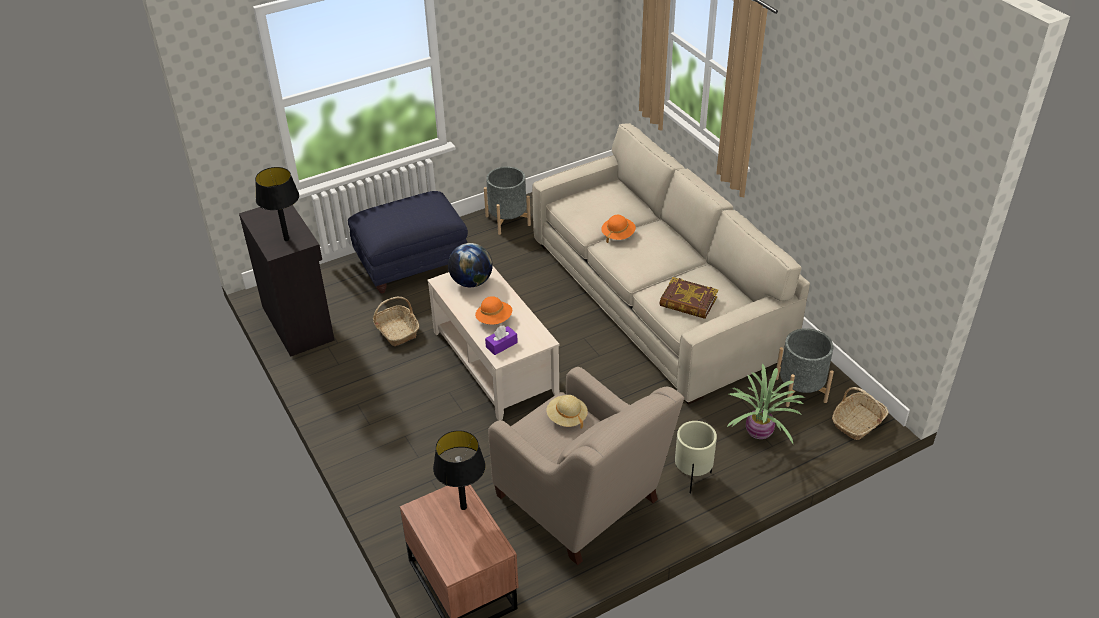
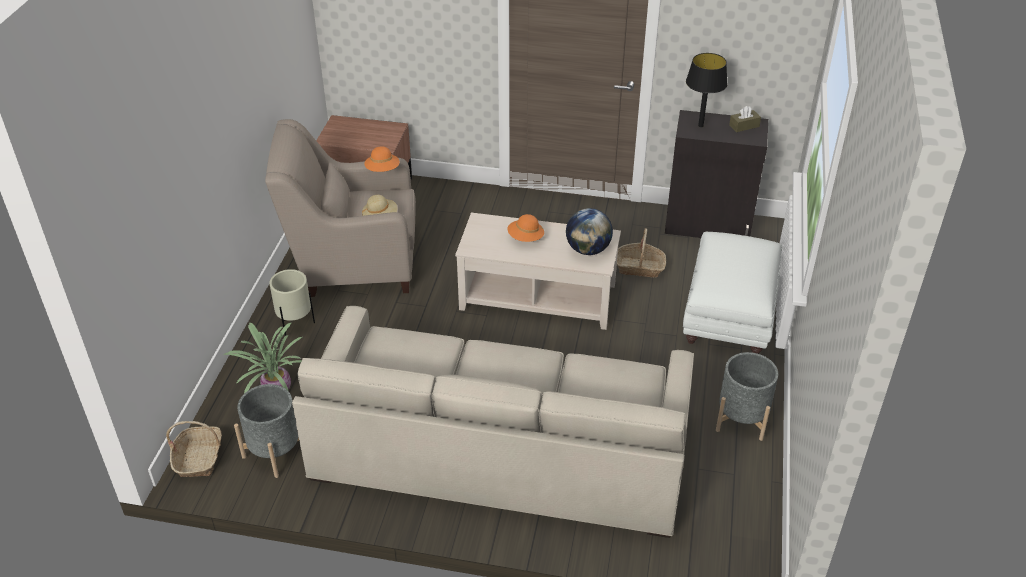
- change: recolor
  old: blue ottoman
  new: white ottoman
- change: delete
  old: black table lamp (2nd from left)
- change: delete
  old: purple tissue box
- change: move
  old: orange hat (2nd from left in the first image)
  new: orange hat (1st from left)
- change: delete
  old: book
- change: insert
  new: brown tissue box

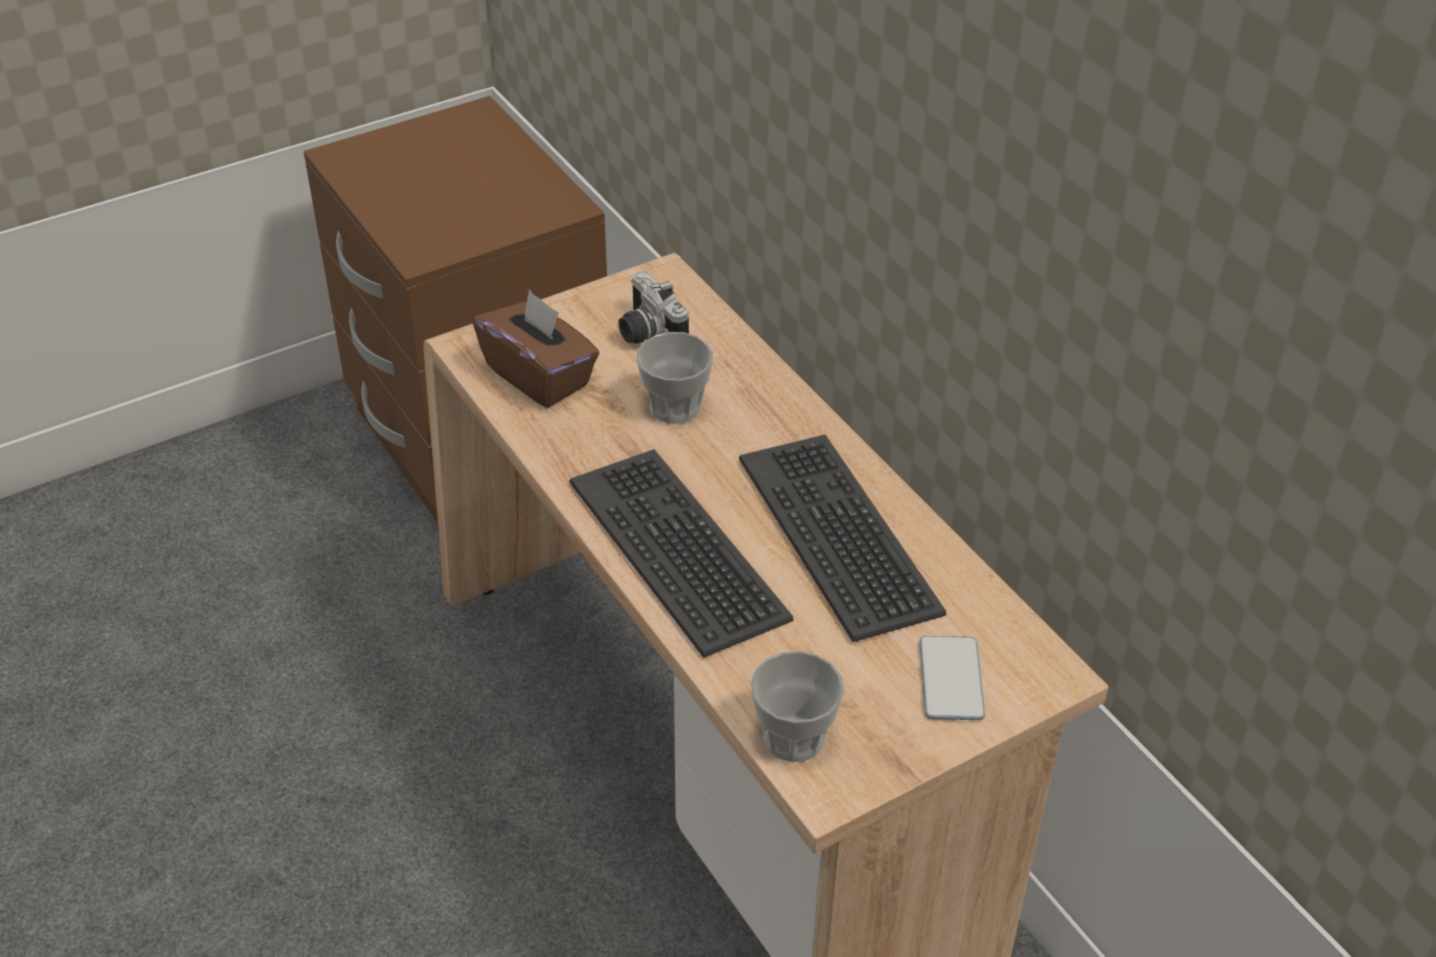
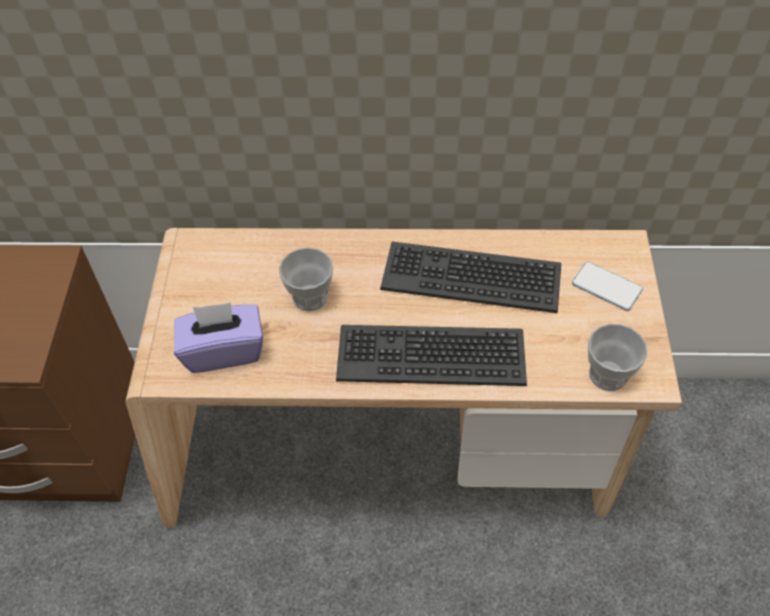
- change: recolor
  old: brown tissue box
  new: purple tissue box
- change: delete
  old: photo camera

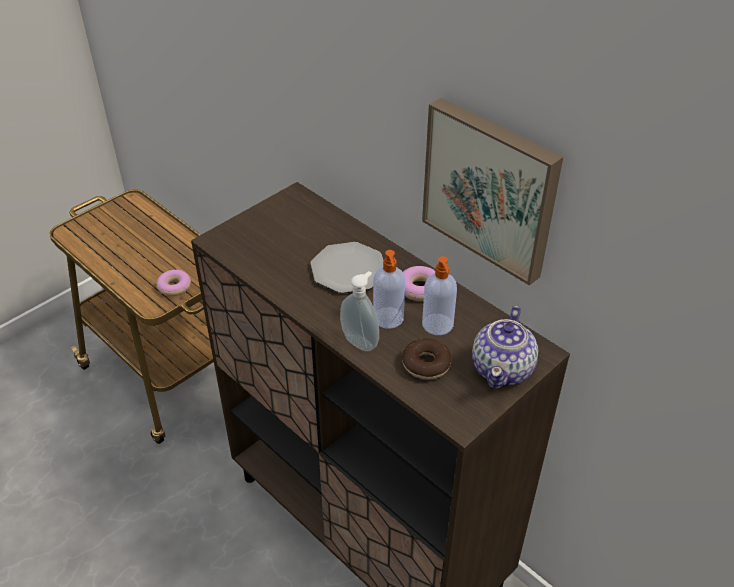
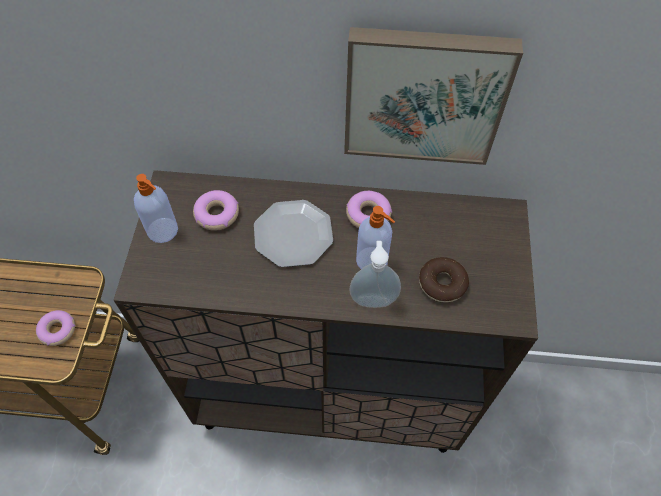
- change: move
  old: soap dispenser (3rd from left in the first image)
  new: soap dispenser (1st from left)
- change: delete
  old: teapot
- change: insert
  new: donut (2nd from left)

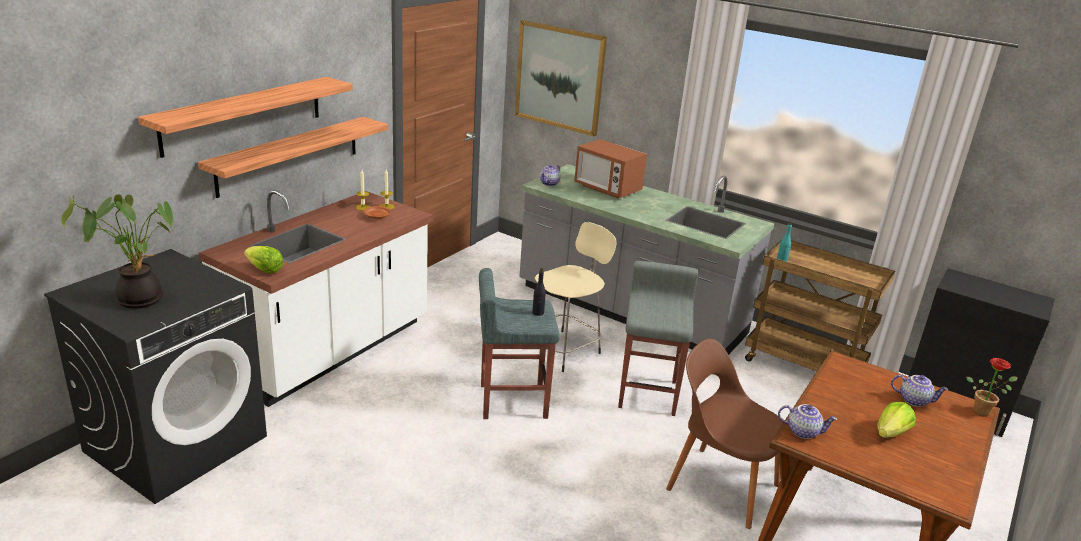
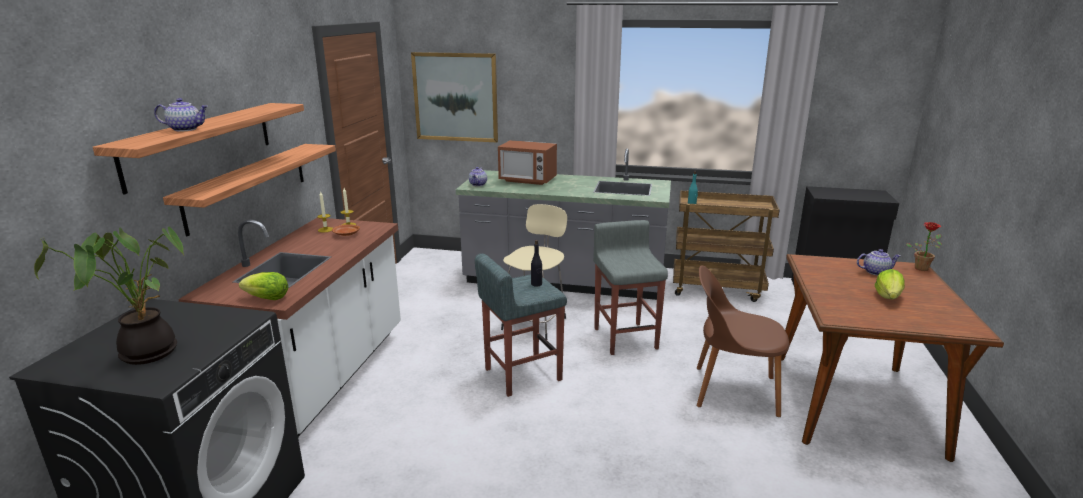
- change: move
  old: teapot (2nd from left in the first image)
  new: teapot (1st from left)

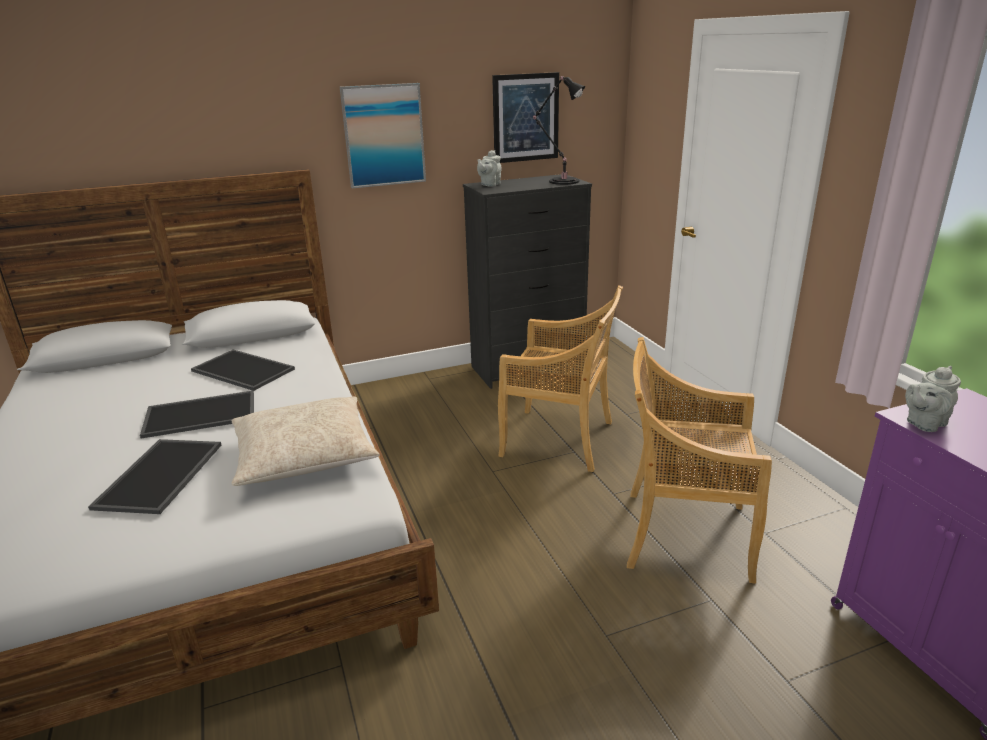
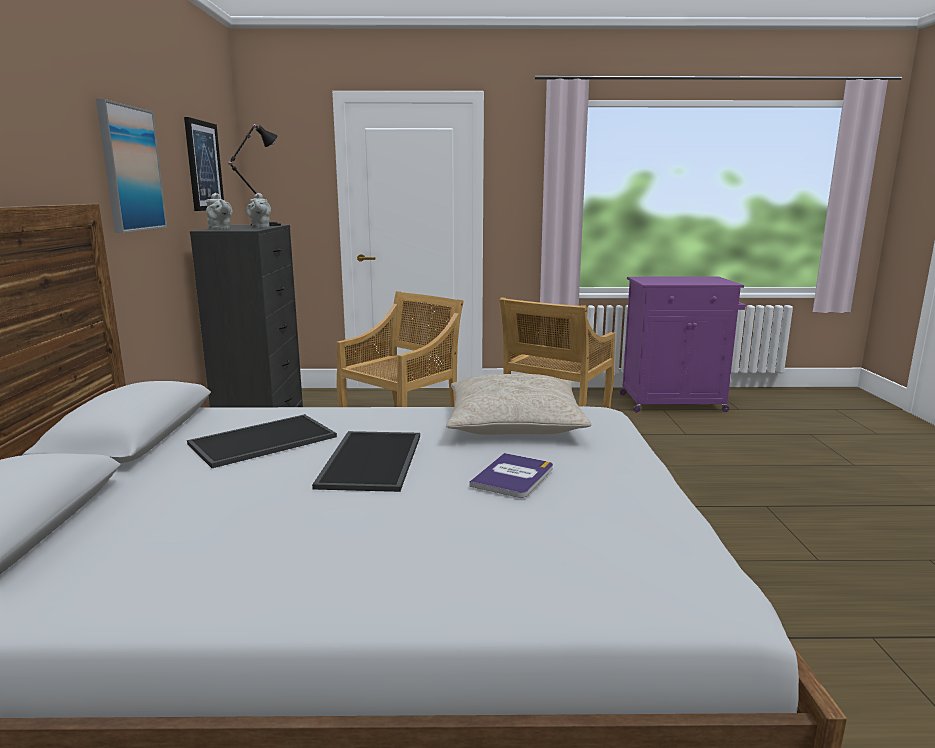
- change: replace
  old: tray (1st from left)
  new: book
- change: move
  old: grey teapot (2nd from left)

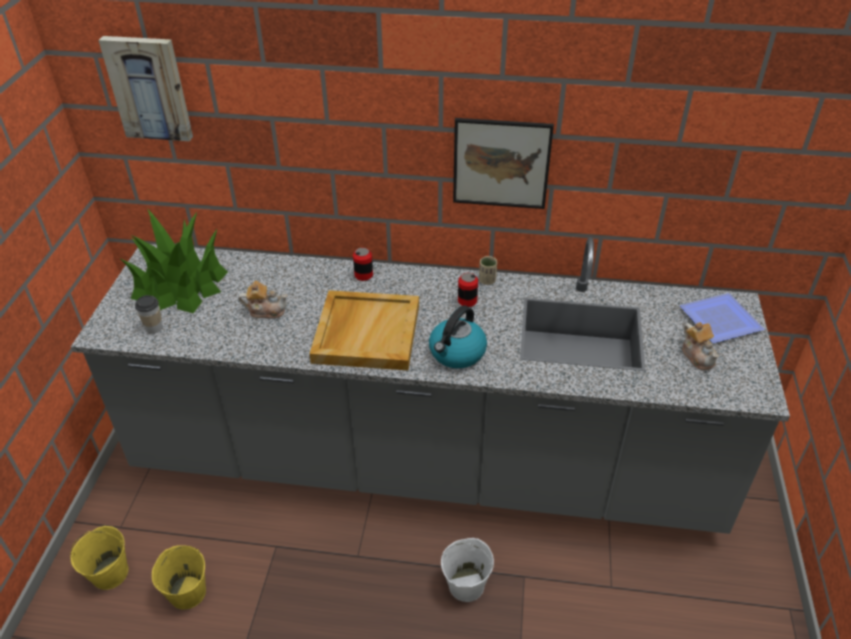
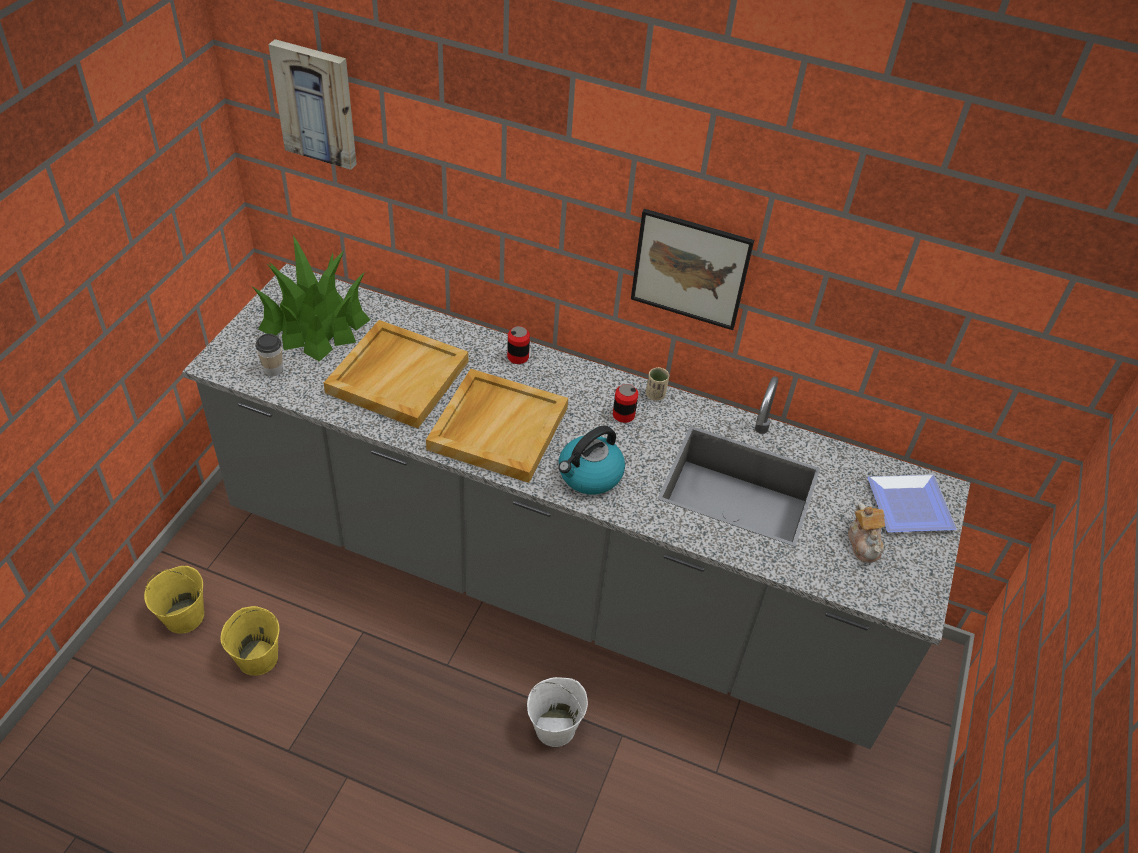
- change: replace
  old: teapot (1st from left)
  new: beige tray (1st from left)

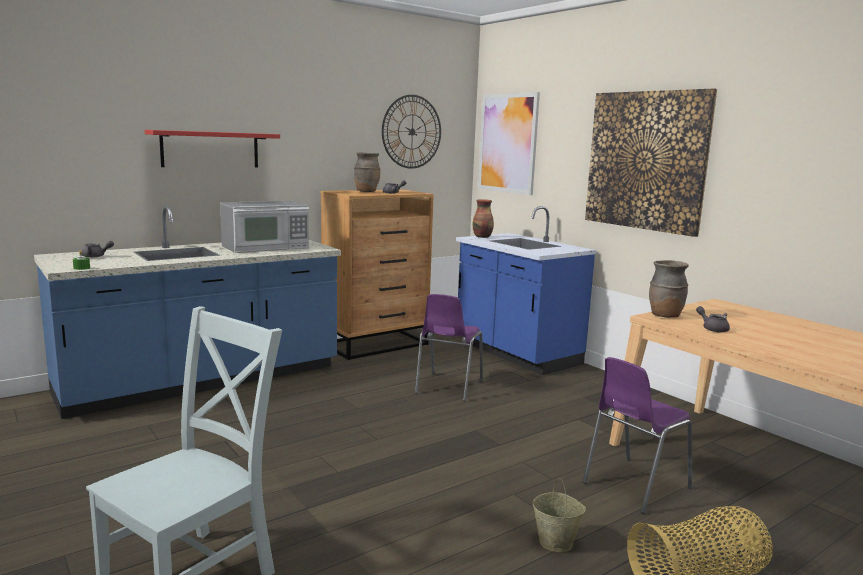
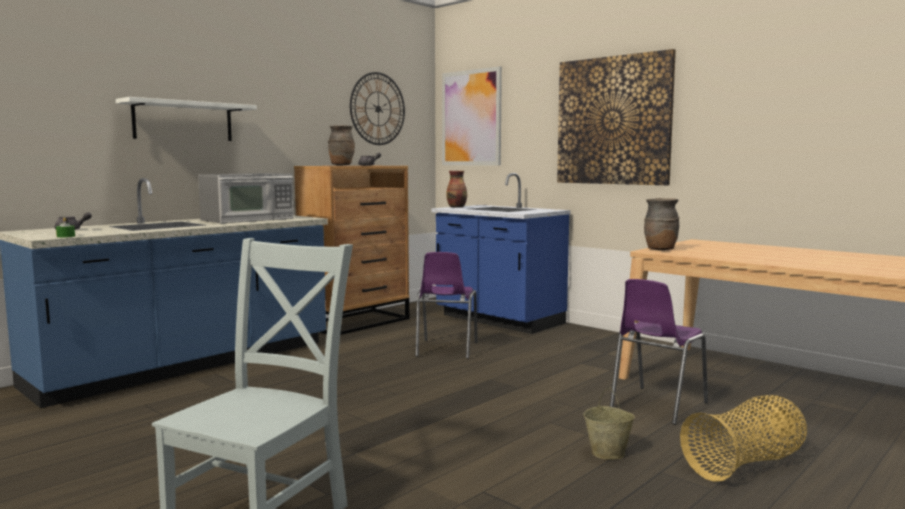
- change: recolor
  old: red shelf
  new: white shelf
- change: delete
  old: grey teapot (3rd from left)

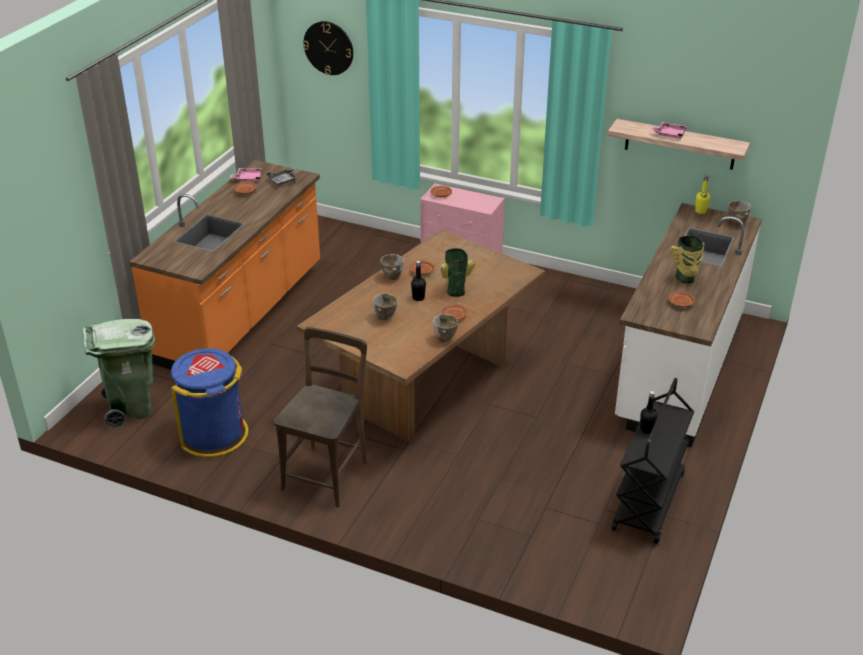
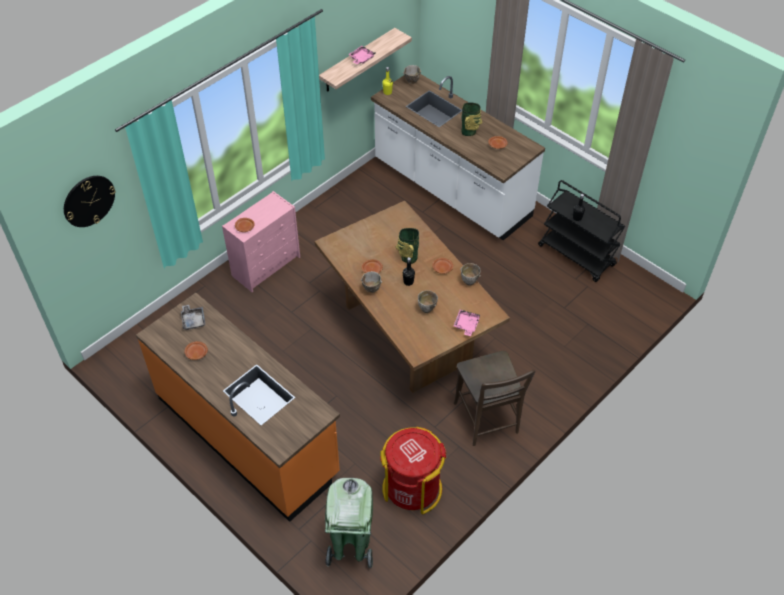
- change: recolor
  old: blue trash can
  new: red trash can
- change: move
  old: pink tray (1st from left in the first image)
  new: pink tray (2nd from left)
- change: rotate
  old: brown chair
  degrees: -150

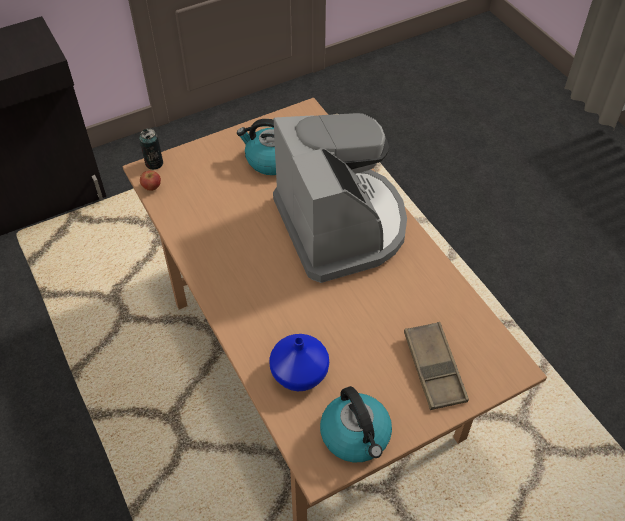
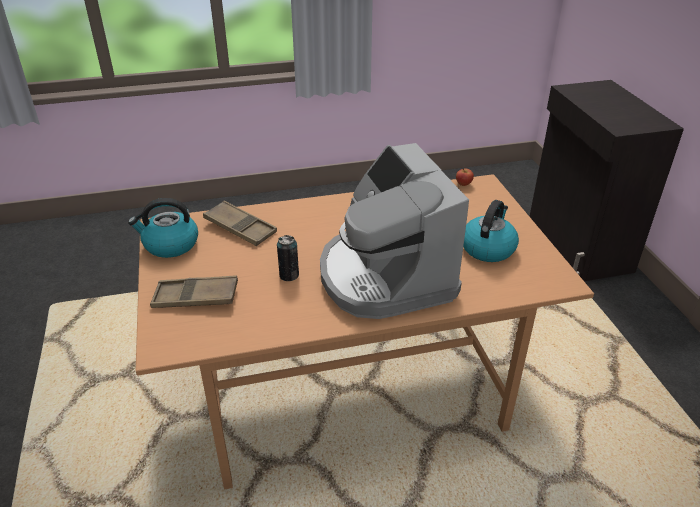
- change: move
  old: can
- change: replace
  old: blue vase
  new: brown tray (2nd from left)
- change: rotate
  old: coffee machine
  degrees: 75

